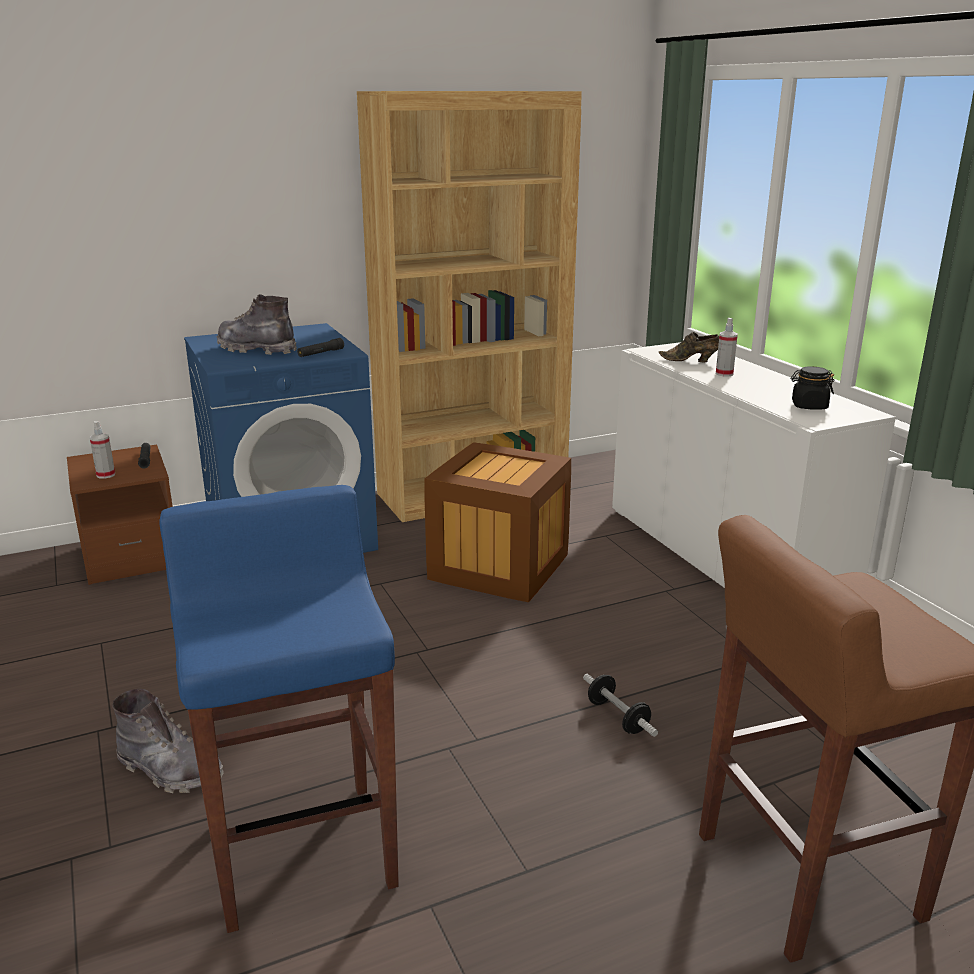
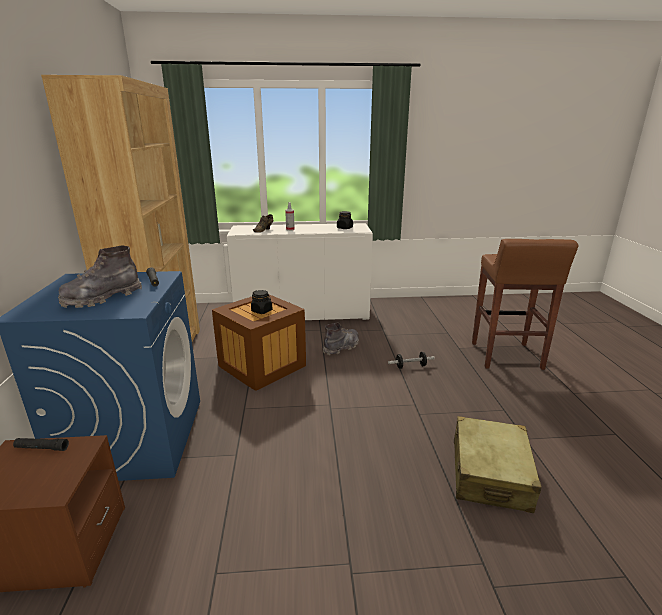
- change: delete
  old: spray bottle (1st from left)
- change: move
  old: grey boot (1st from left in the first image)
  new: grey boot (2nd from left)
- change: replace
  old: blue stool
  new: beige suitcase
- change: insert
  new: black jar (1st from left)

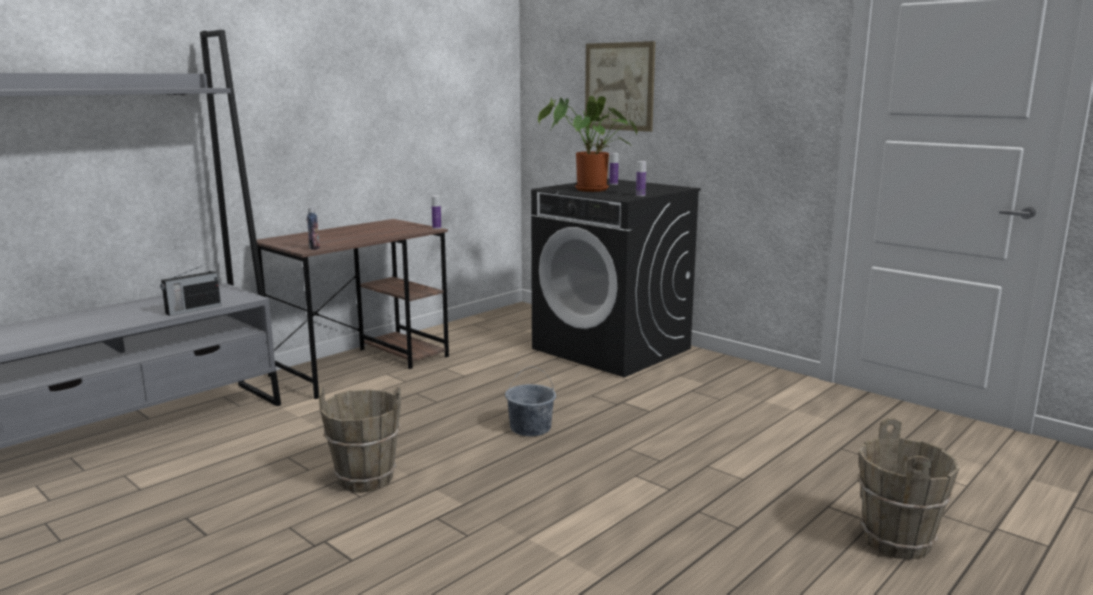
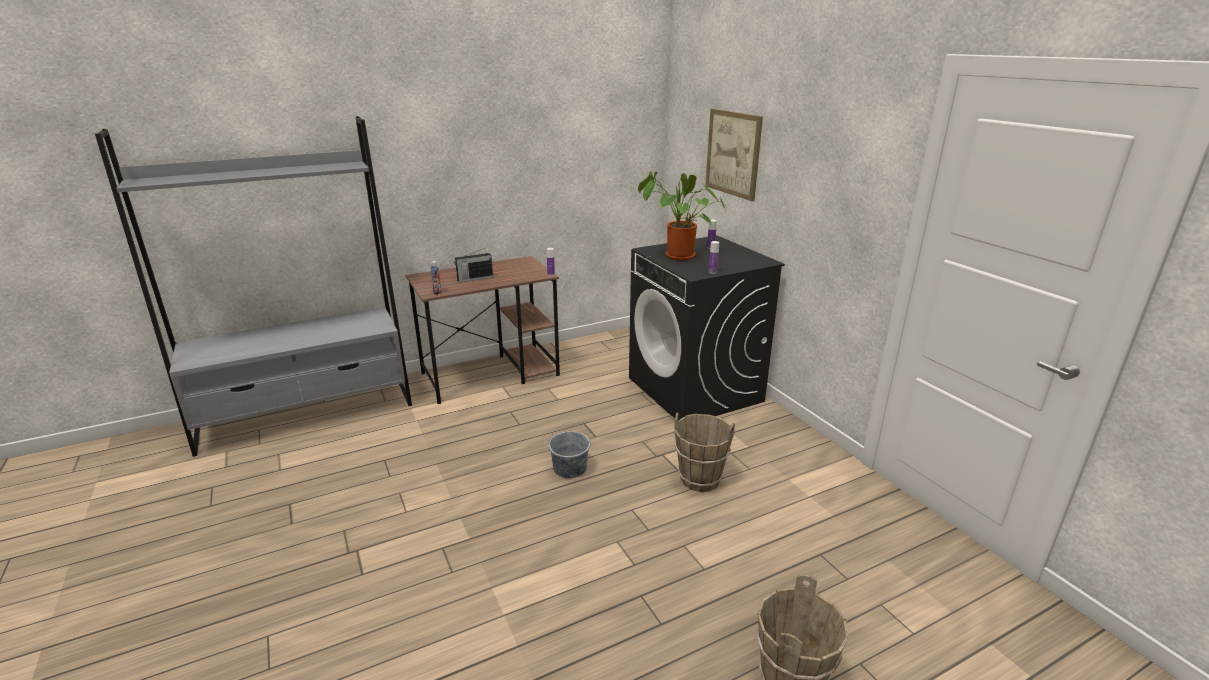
- change: move
  old: radio
- change: move
  old: brown bucket (1st from left)

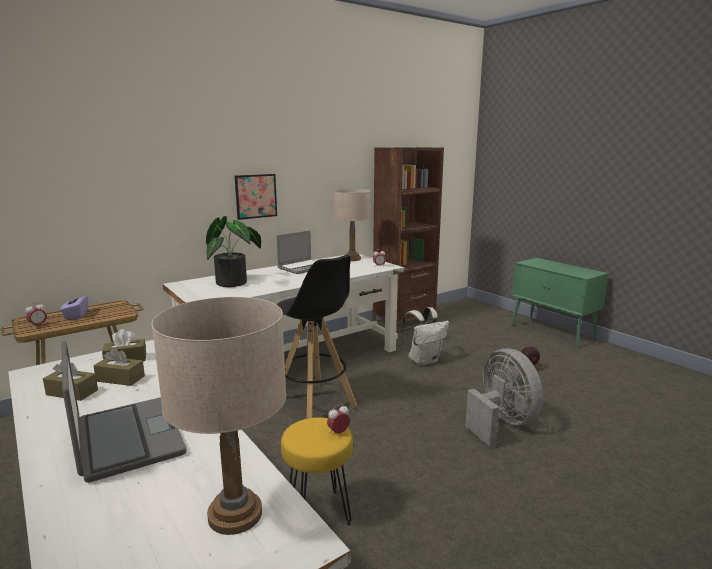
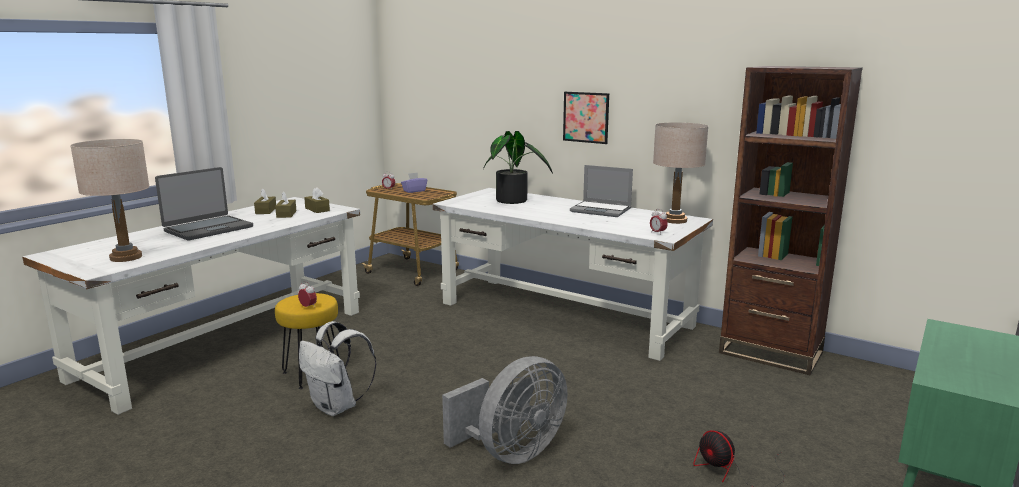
- change: delete
  old: black stool
- change: move
  old: white backpack

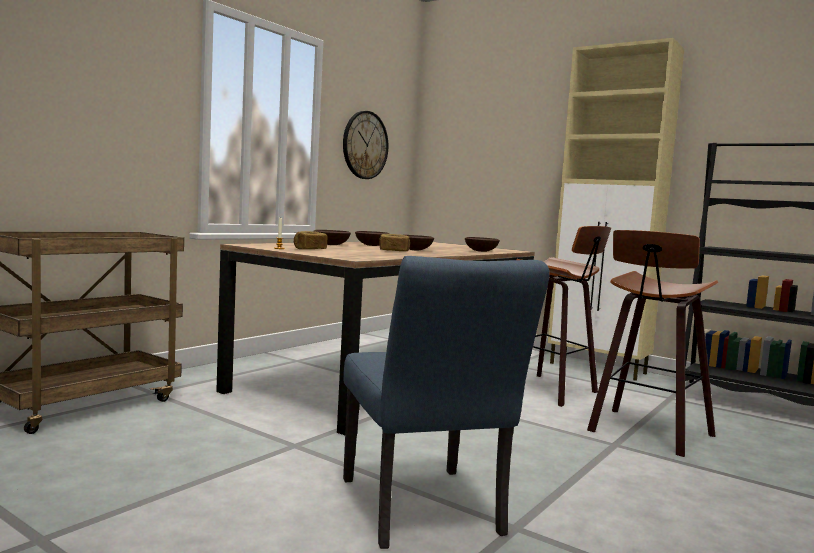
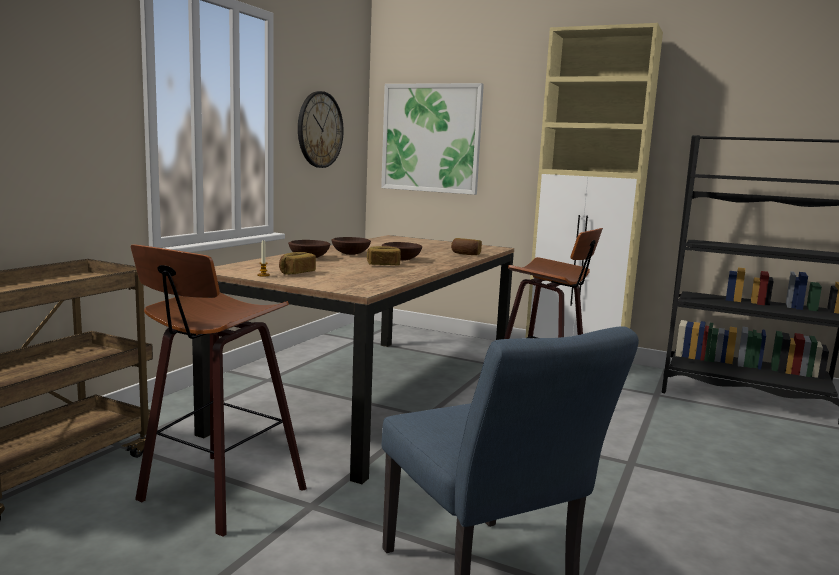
- change: replace
  old: brown bowl (4th from left)
  new: bread (3rd from left)
- change: move
  old: stool (2nd from left in the first image)
  new: stool (1st from left)
- change: insert
  new: picture

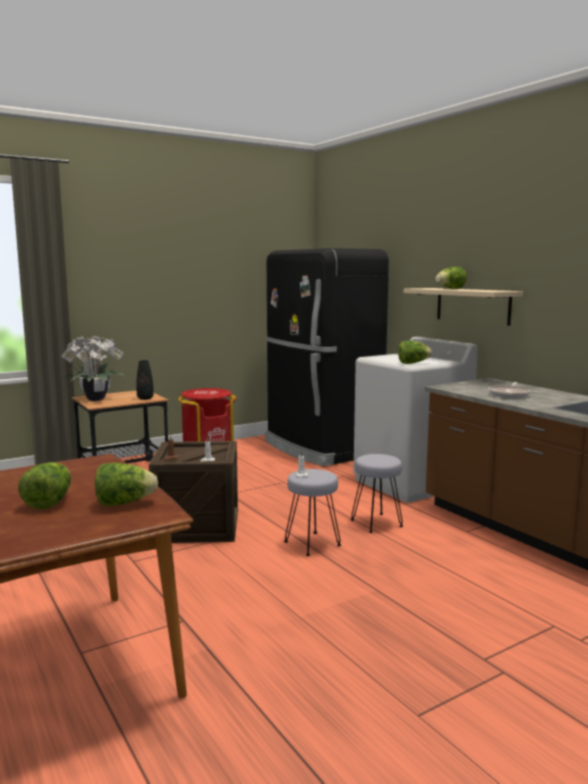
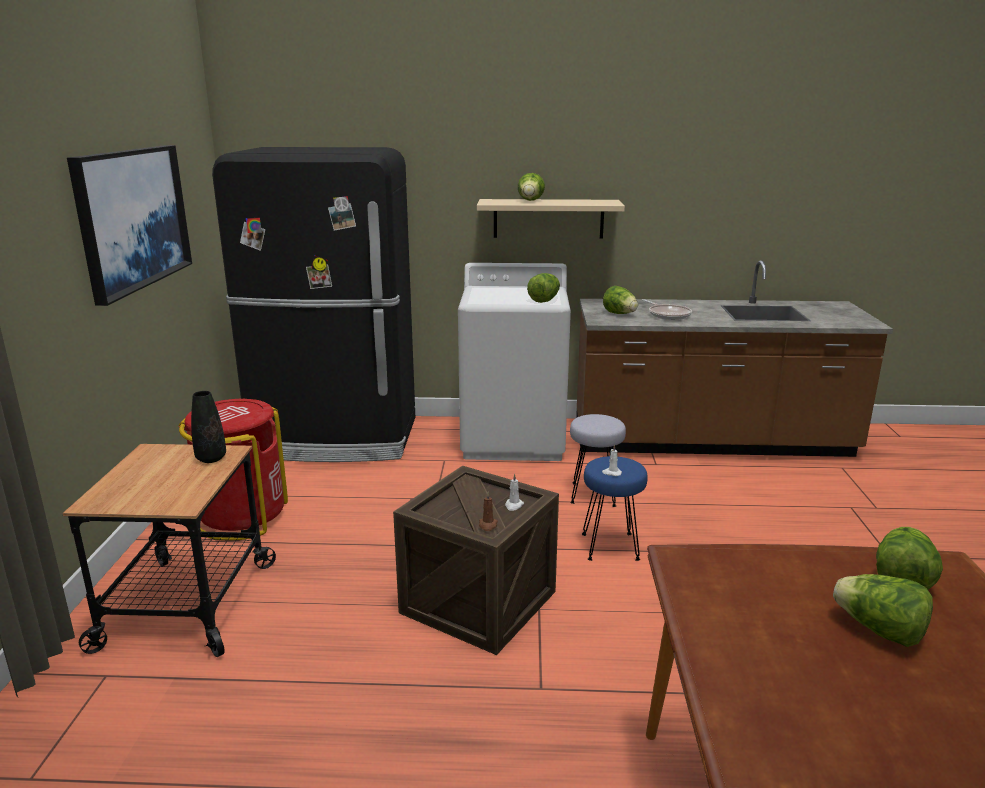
- change: delete
  old: potted plant
- change: recolor
  old: grey stool (1st from left)
  new: blue stool
- change: insert
  new: picture
- change: insert
  new: lettuce (3rd from left)

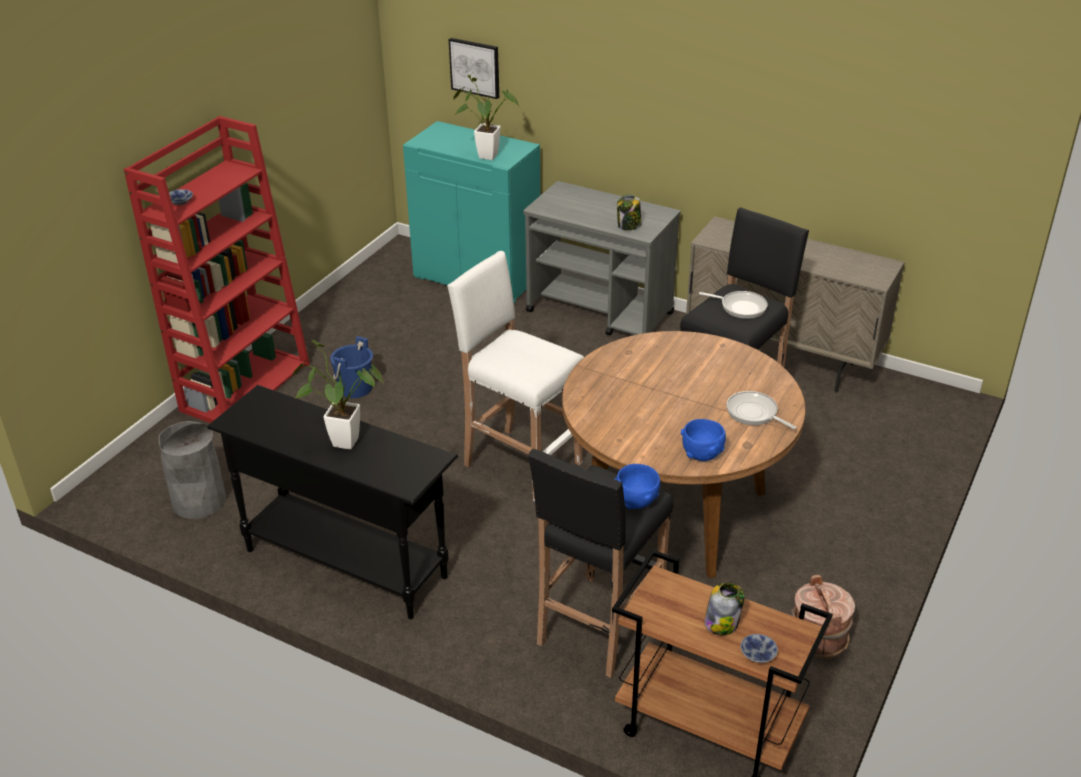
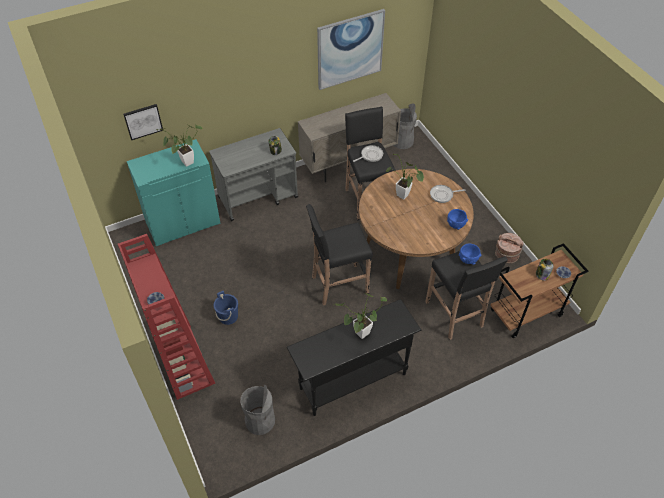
- change: recolor
  old: white stool
  new: black stool (1st from left)
- change: insert
  new: picture (2nd from left)
- change: insert
  new: potted plant (3rd from left)
- change: insert
  new: grey trash can (2nd from left)

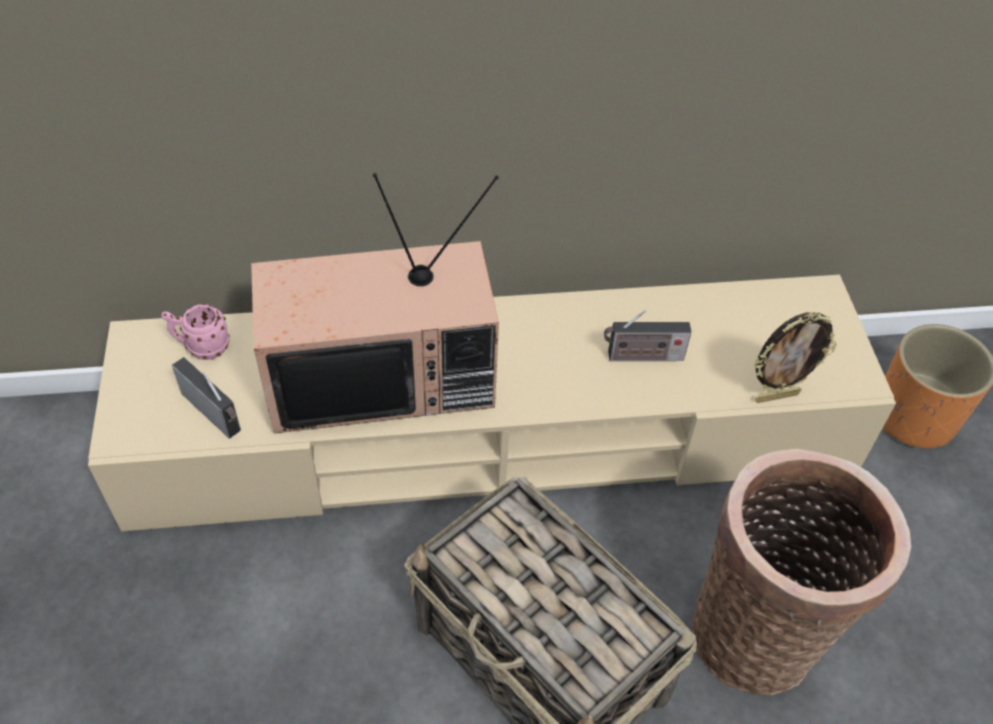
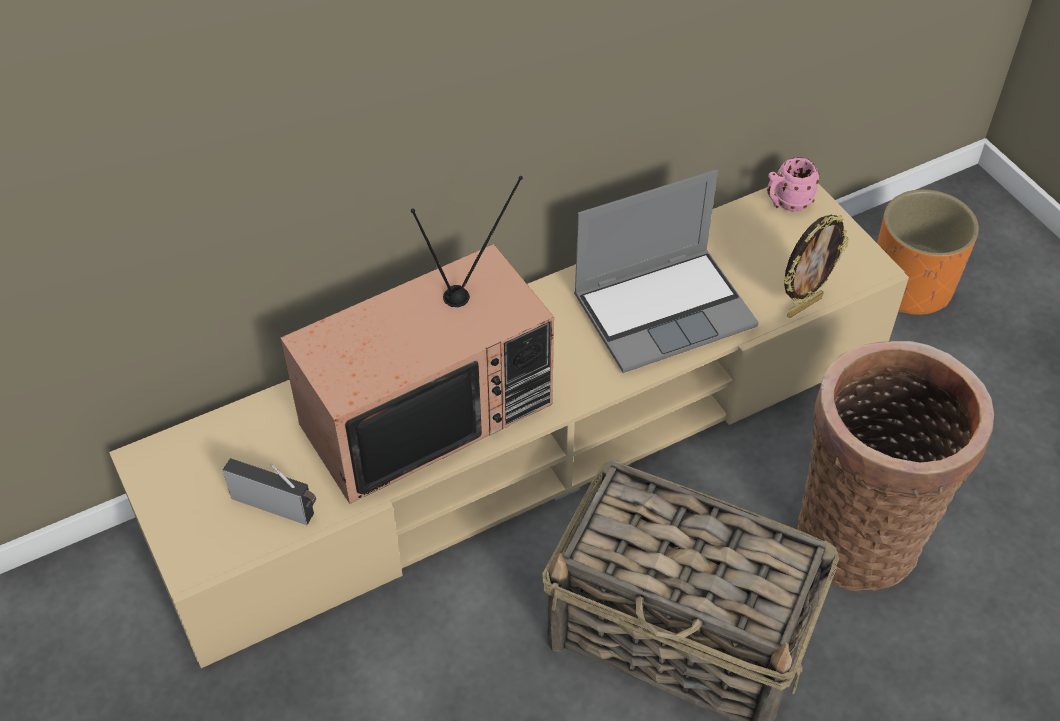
- change: move
  old: pink mug
- change: replace
  old: radio (2nd from left)
  new: laptop

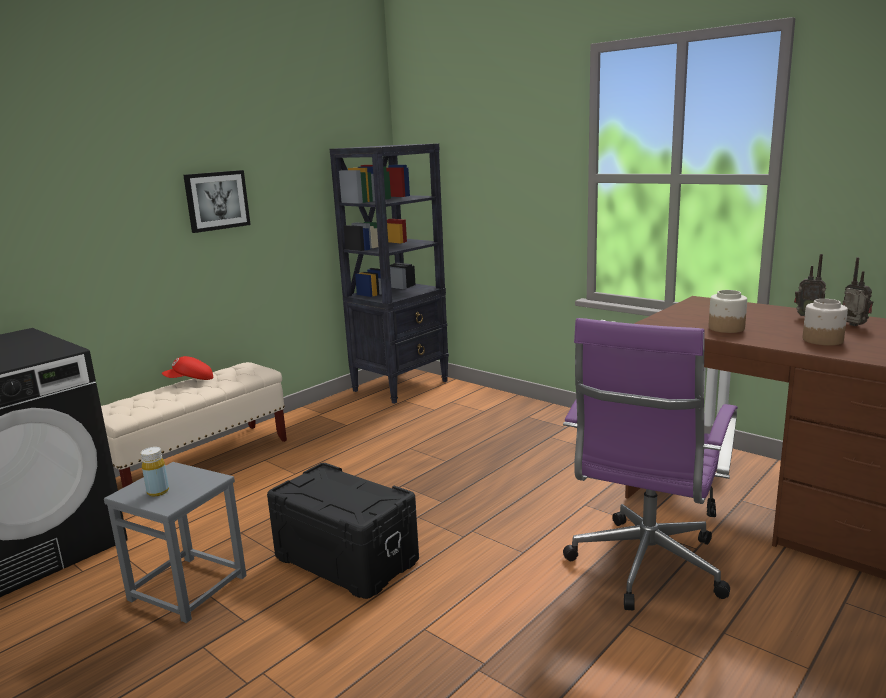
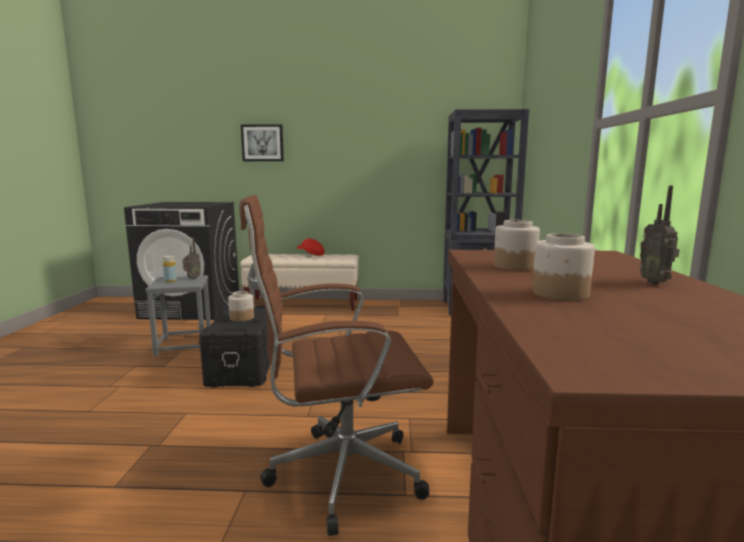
- change: move
  old: picture
- change: recolor
  old: purple office chair
  new: brown office chair
- change: move
  old: radio (2nd from left in the first image)
  new: radio (1st from left)
- change: insert
  new: jar (1st from left)

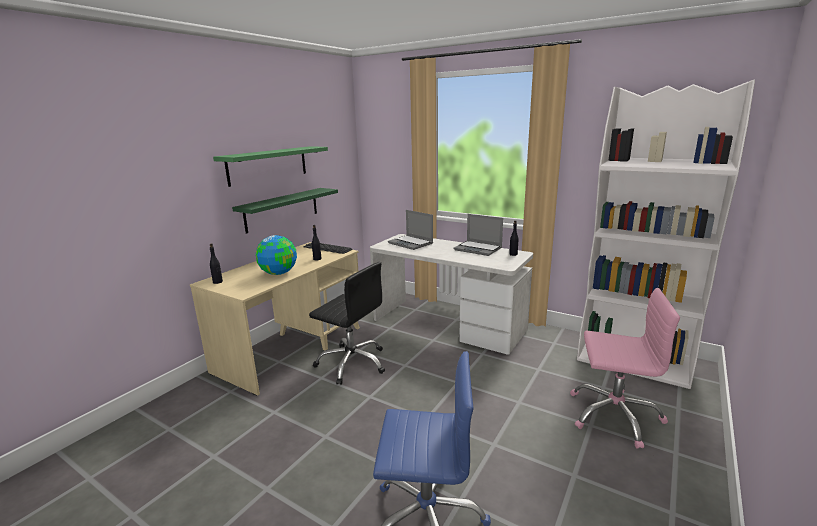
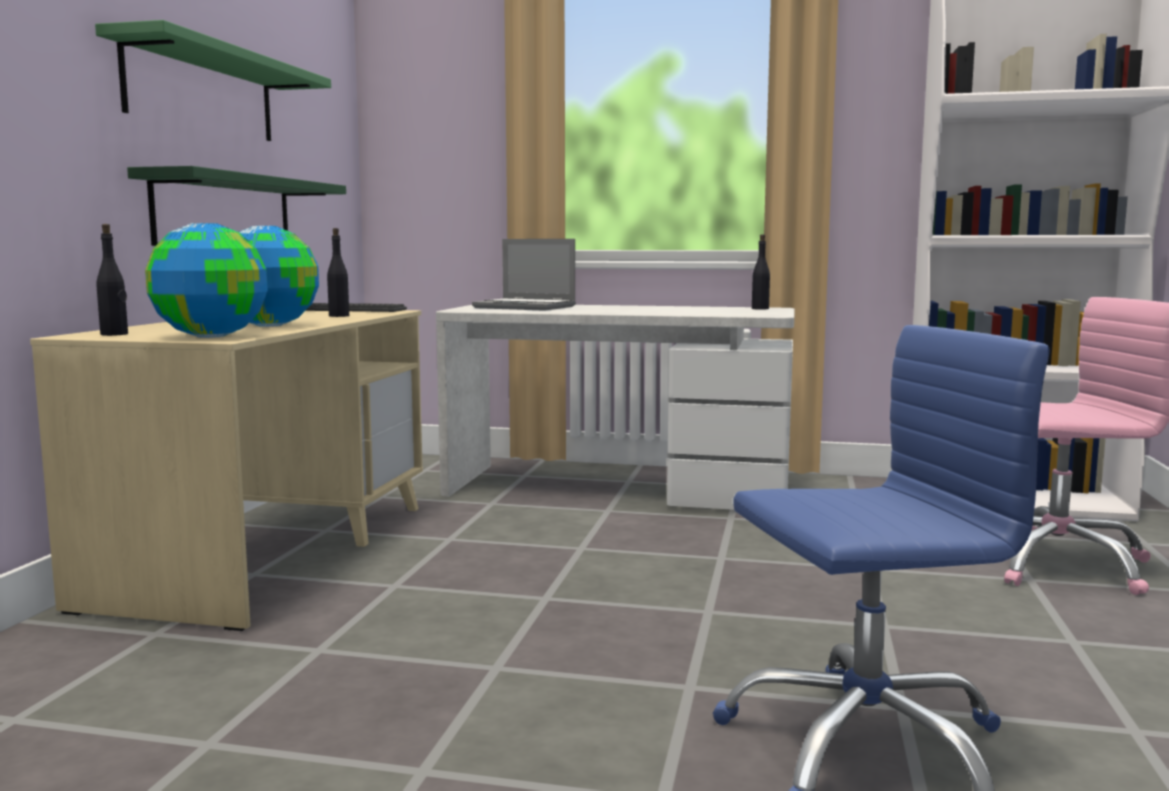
- change: delete
  old: black office chair
- change: delete
  old: laptop (2nd from left)
- change: insert
  new: globe (1st from left)

